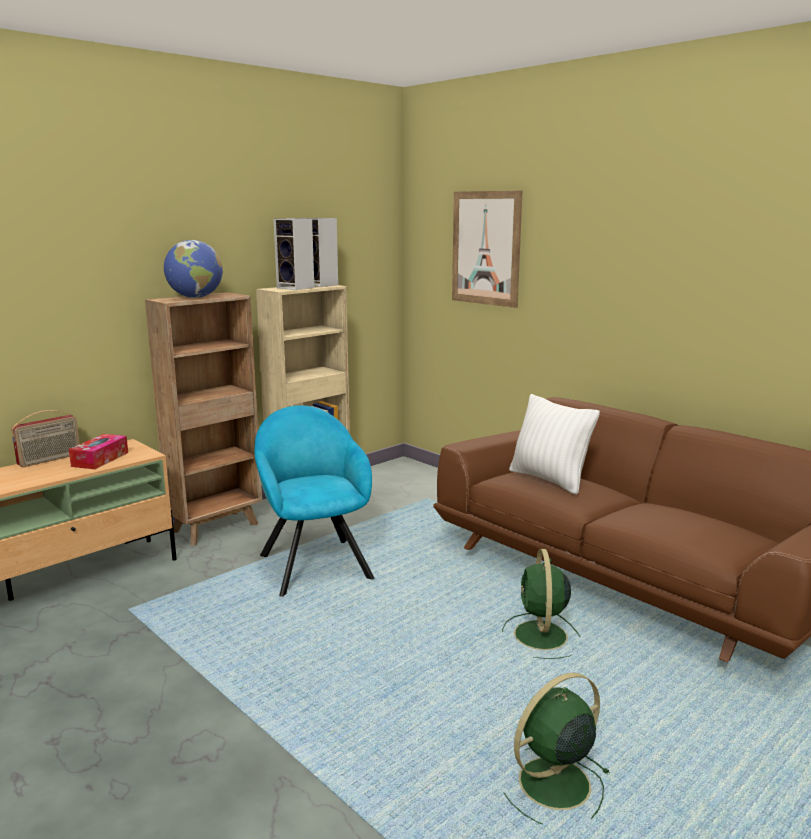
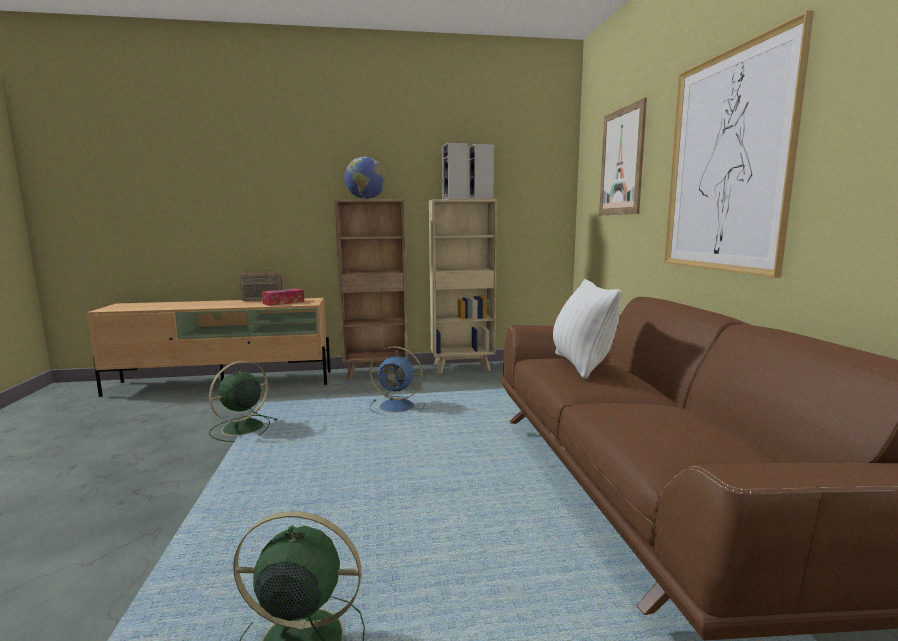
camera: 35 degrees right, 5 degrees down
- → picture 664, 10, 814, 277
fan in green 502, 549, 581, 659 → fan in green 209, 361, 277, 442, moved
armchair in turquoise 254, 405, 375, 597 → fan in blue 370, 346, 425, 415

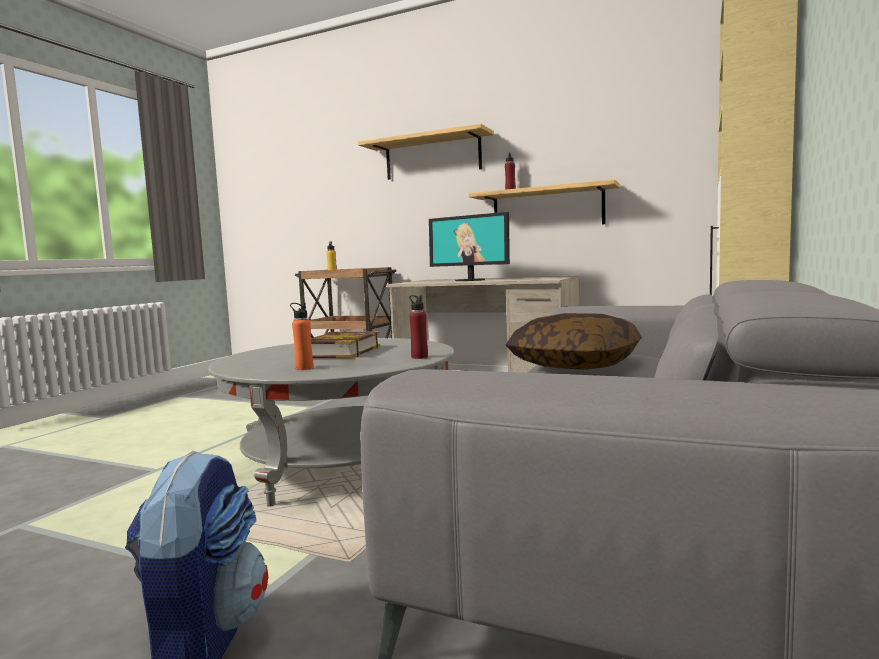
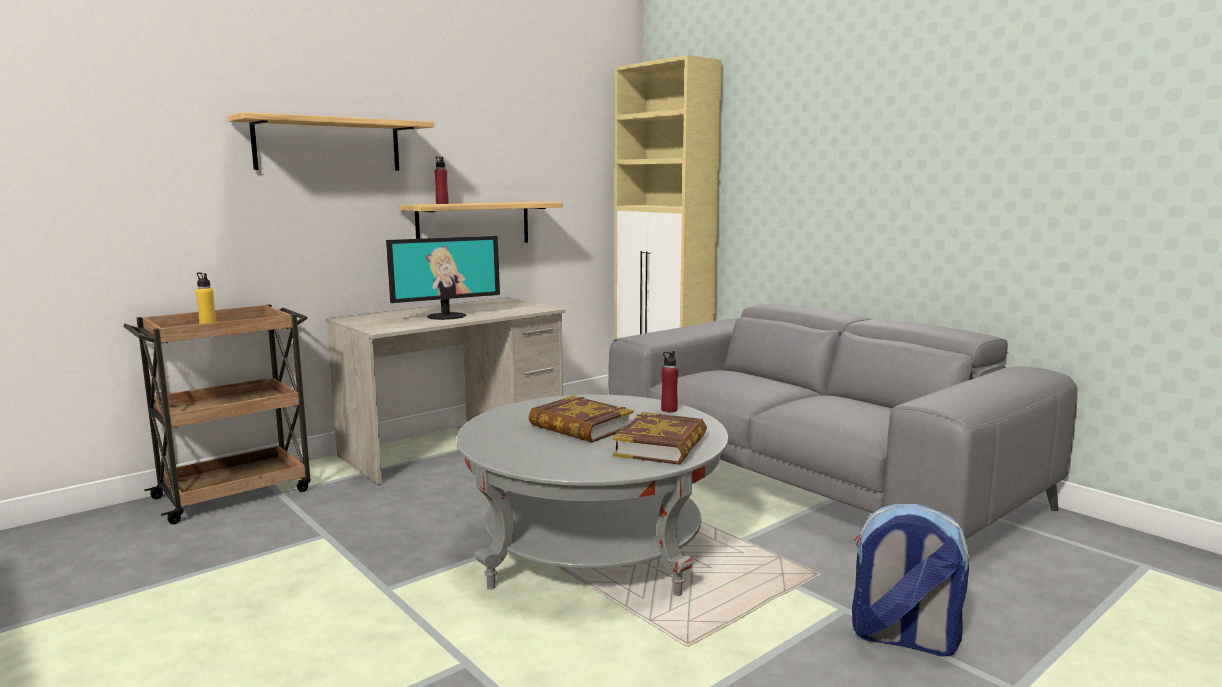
camera: 65 degrees left, 5 degrees up
pillow 506, 313, 642, 370 → -
bottle in orange 290, 302, 313, 370 → book 613, 412, 707, 465

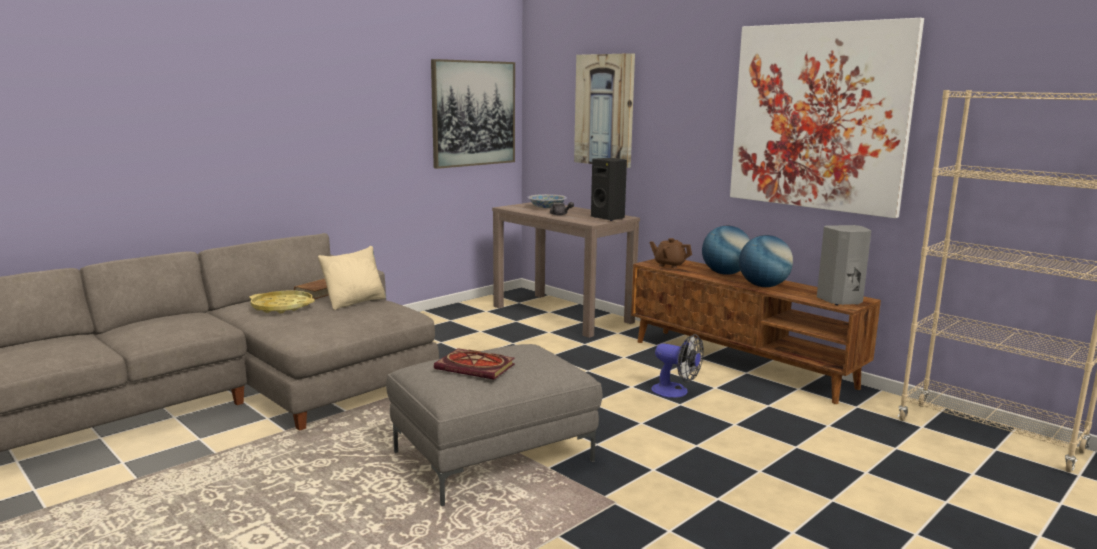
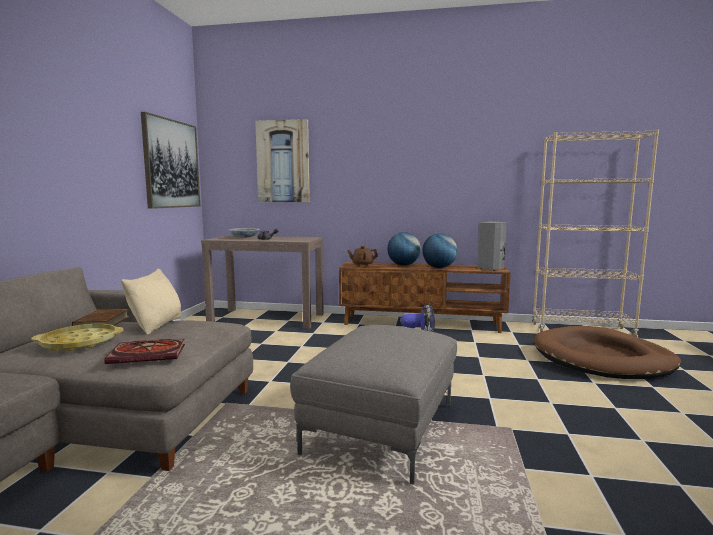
camera: 35 degrees left, 5 degrees down
speaker in black 591, 158, 627, 221 → -
picture 730, 18, 924, 218 → -
- → dog bed in brown 534, 326, 681, 379
book 434, 348, 515, 379 → book 104, 339, 185, 364, moved

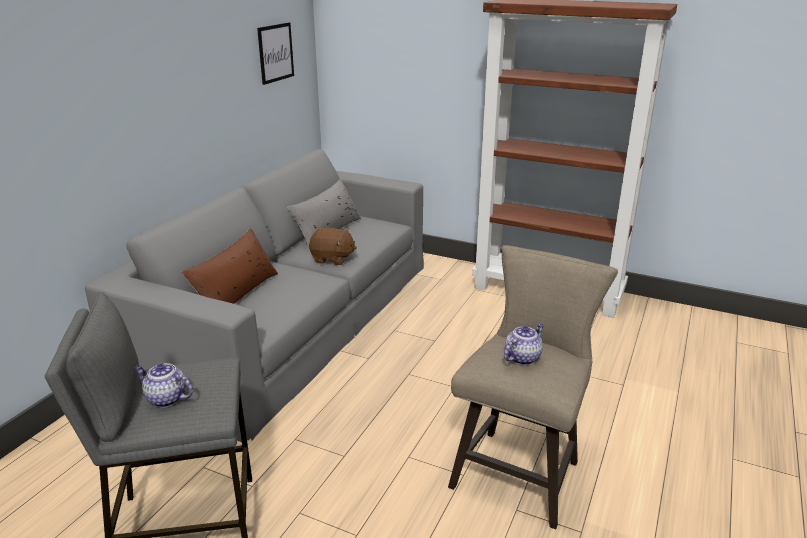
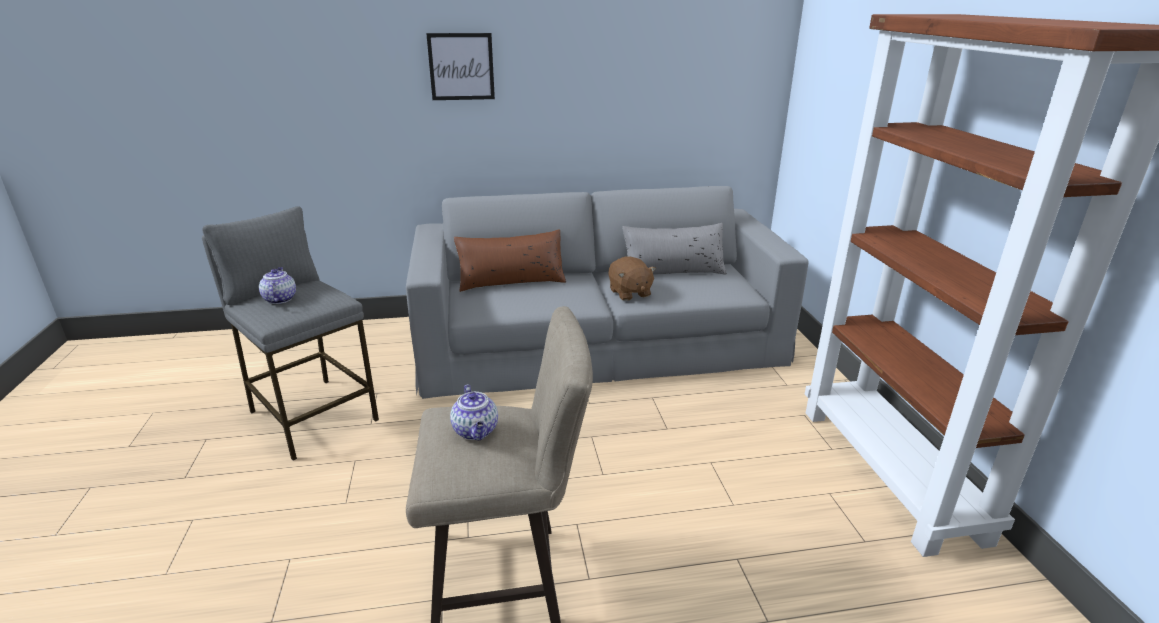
camera: 55 degrees right, 0 degrees up
picture 257, 22, 294, 85 → picture 426, 33, 495, 100, moved
teapot 504, 324, 544, 365 → teapot 450, 384, 498, 440, 60 degrees clockwise

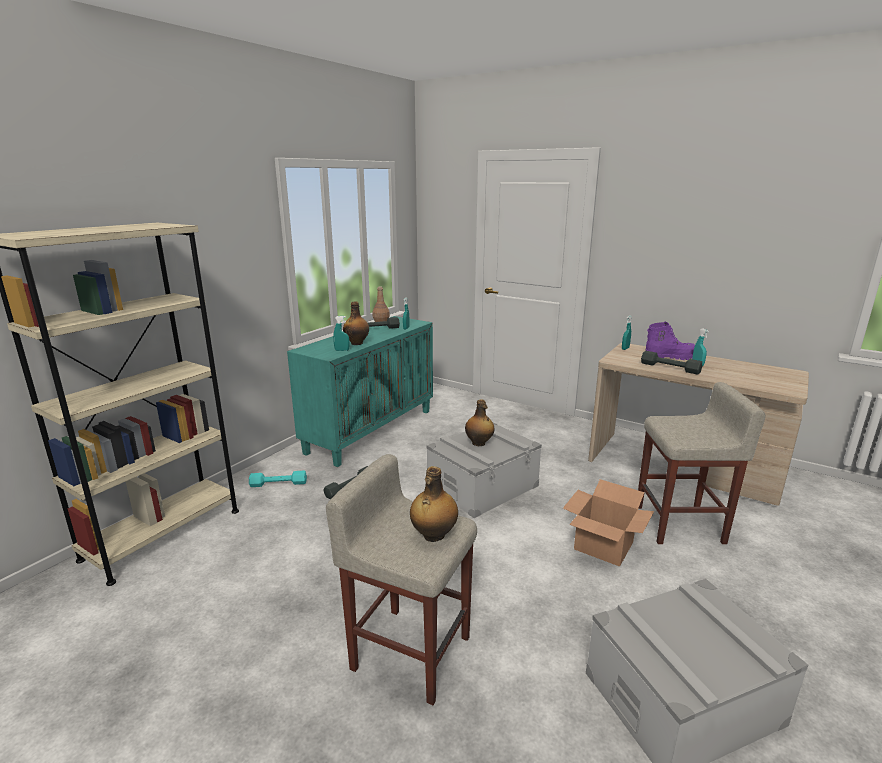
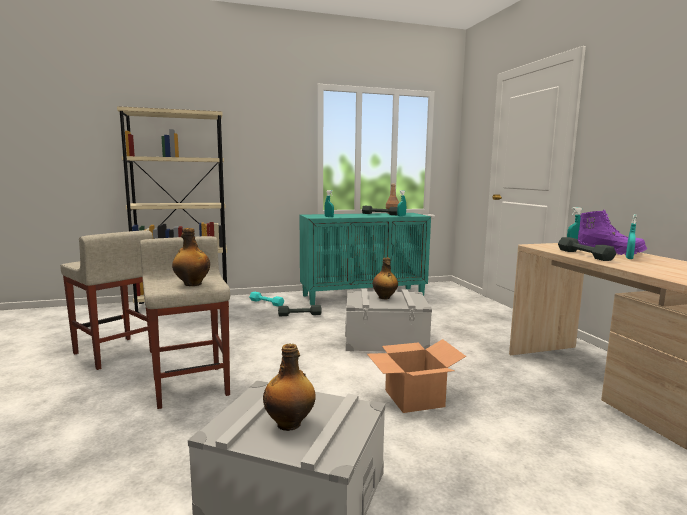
camera: 40 degrees right, 10 degrees down
bottle 343, 302, 369, 345 → bottle 263, 344, 316, 431, moved
stool in beige 638, 382, 766, 544 → stool in beige 60, 230, 153, 370, moved

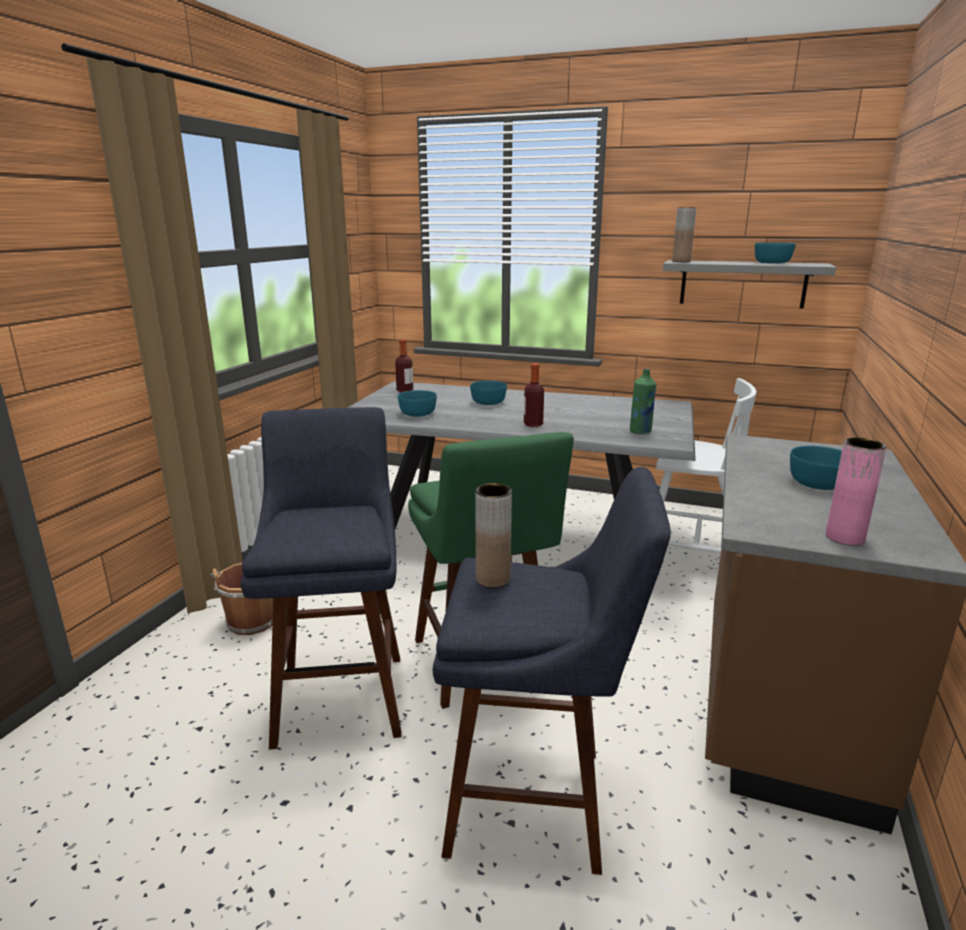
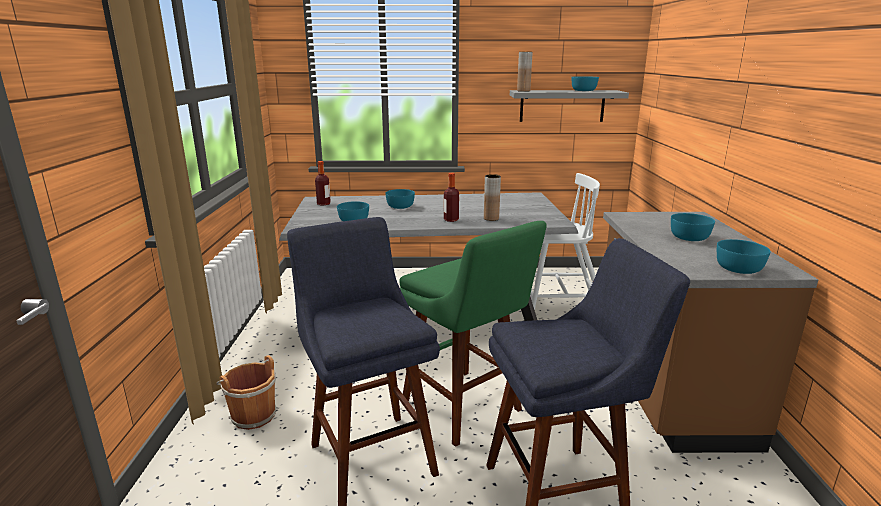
camera: 20 degrees left, 0 degrees up
bottle in green 630, 369, 656, 434 → -
vase in brown 475, 483, 512, 588 → vase in brown 484, 174, 501, 221, moved
vase in pink 826, 437, 887, 545 → bowl in turquoise 717, 239, 771, 274

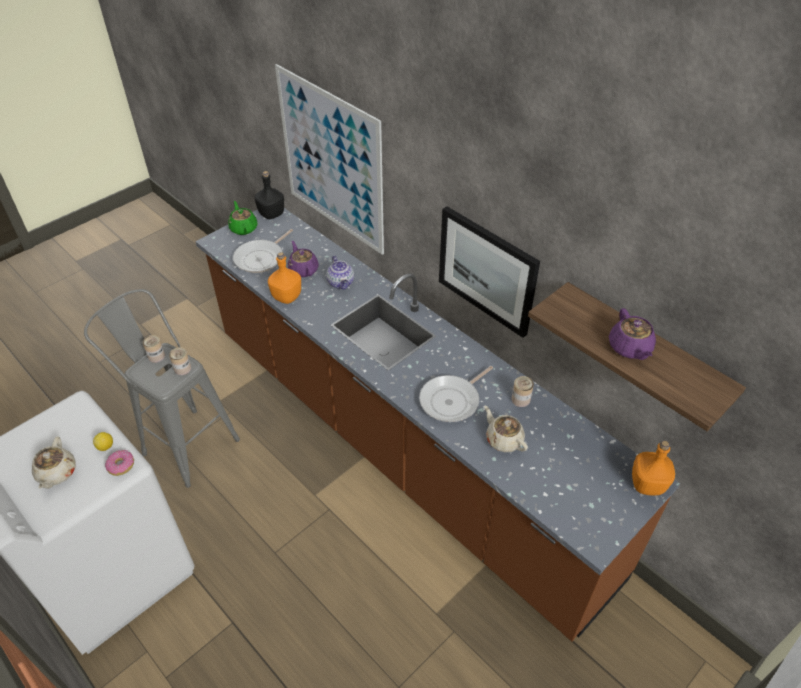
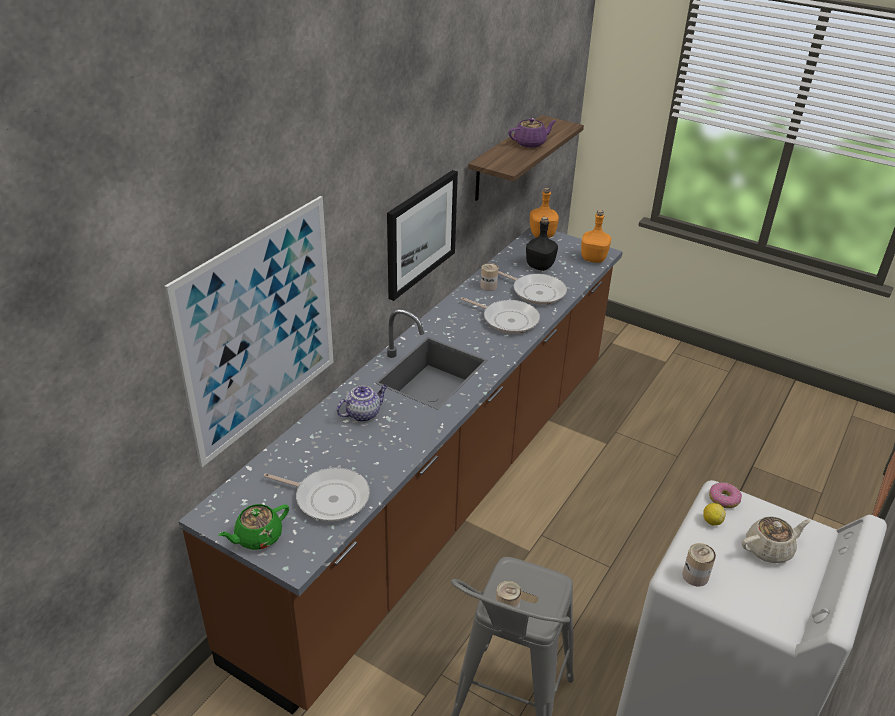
camera: 105 degrees left, 10 degrees down
teapot in purple 288, 241, 319, 277 → -
can 169, 347, 191, 375 → can 682, 543, 716, 587, moved
bottle in black 254, 171, 284, 219 → bottle in black 526, 217, 558, 271, moved
bottle in orange 268, 252, 301, 304 → bottle in orange 581, 210, 611, 263, moved
teapot in beige 484, 406, 528, 452 → frying pan 498, 271, 567, 305

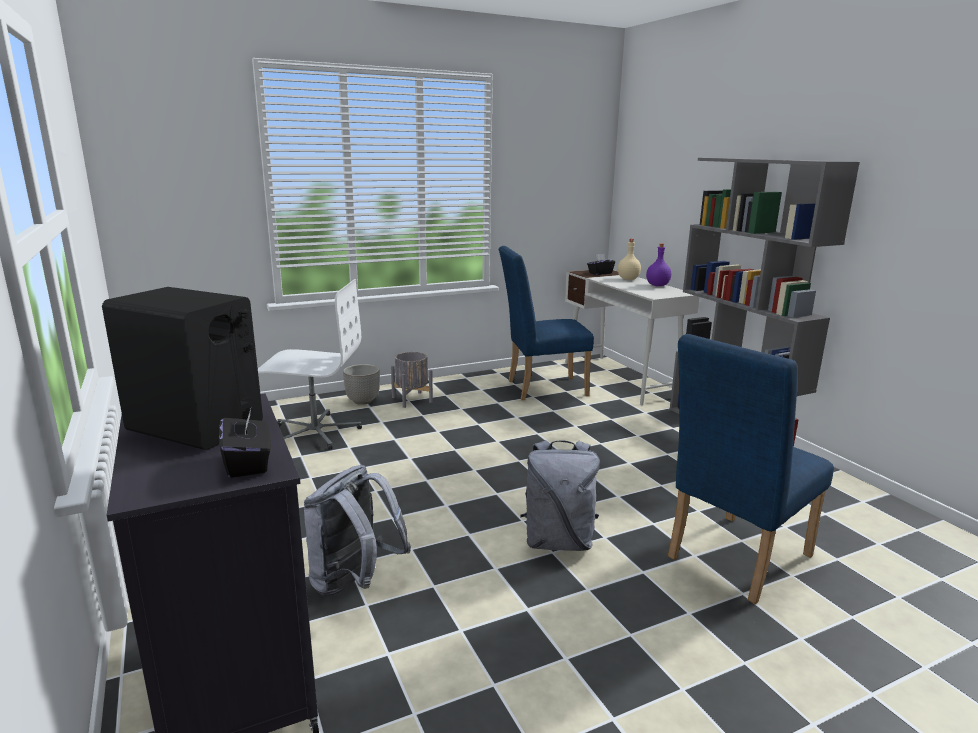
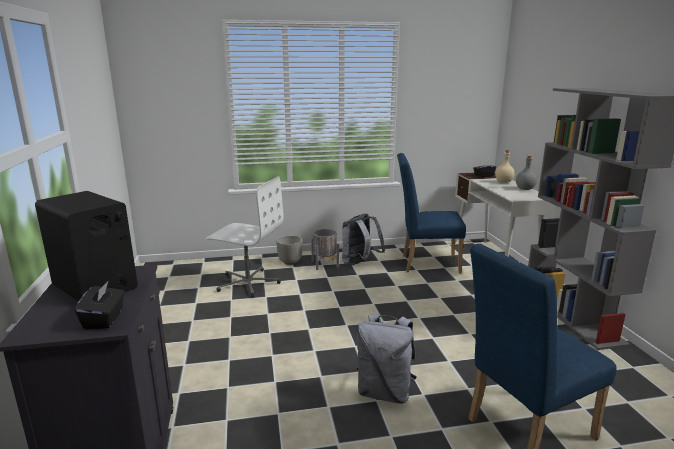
camera: 15 degrees right, 0 degrees up
backpack in grey 304, 465, 411, 596 → backpack in grey 342, 214, 385, 266, moved
bottle in purple 646, 244, 672, 286 → bottle in grey 516, 155, 537, 190

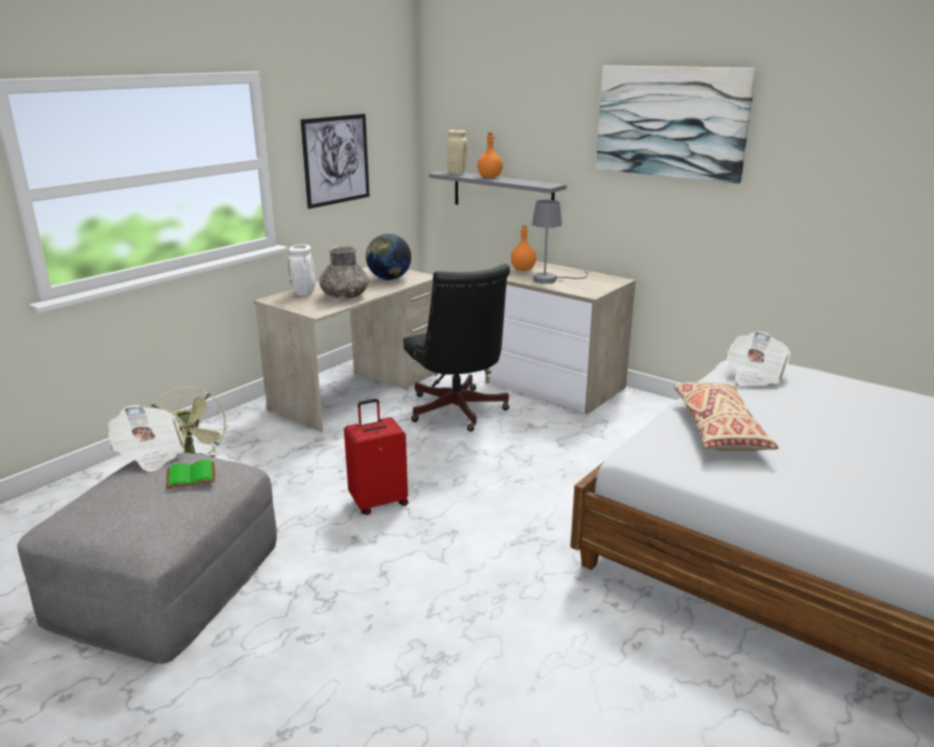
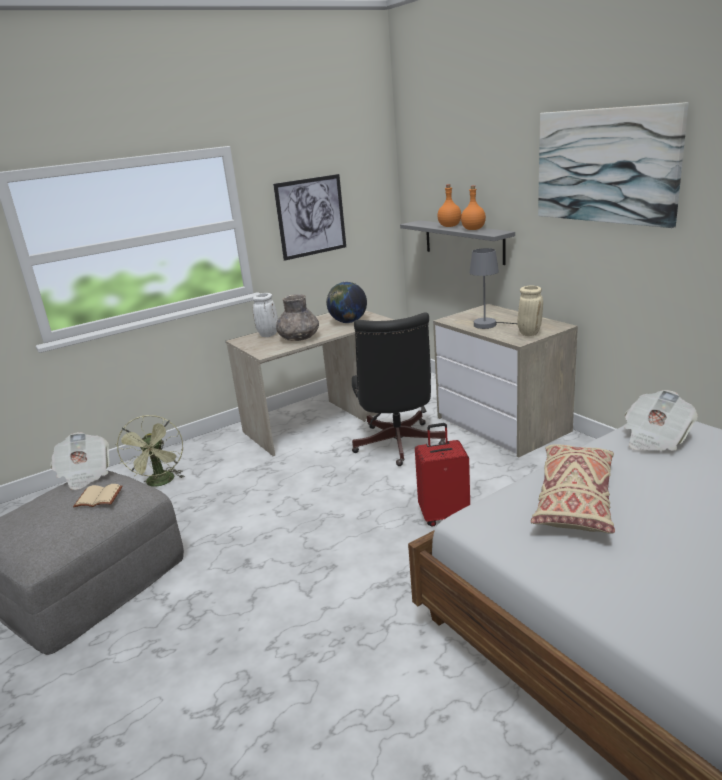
camera: 20 degrees right, 0 degrees up
suitcase in red 344, 399, 408, 515 → suitcase in red 415, 423, 470, 527, moved
vase in beige 446, 129, 468, 174 → vase in beige 518, 285, 543, 336, moved
bottle in orange 511, 225, 536, 271 → bottle in orange 461, 185, 486, 230, moved
book in green 166, 460, 215, 489 → book in beige 73, 484, 123, 507

